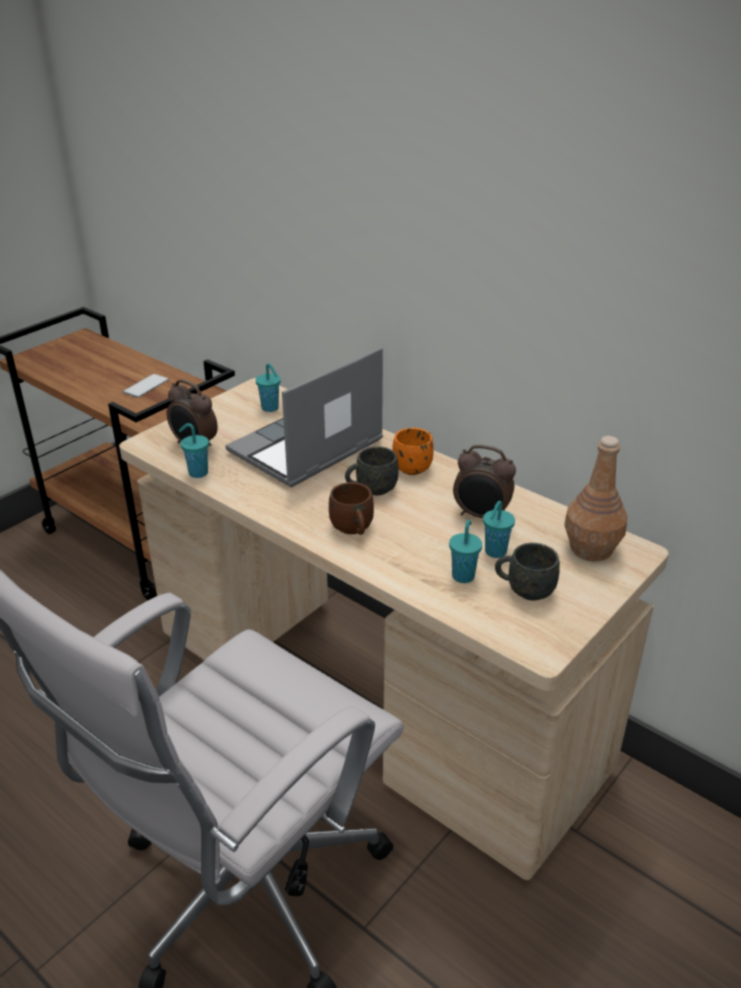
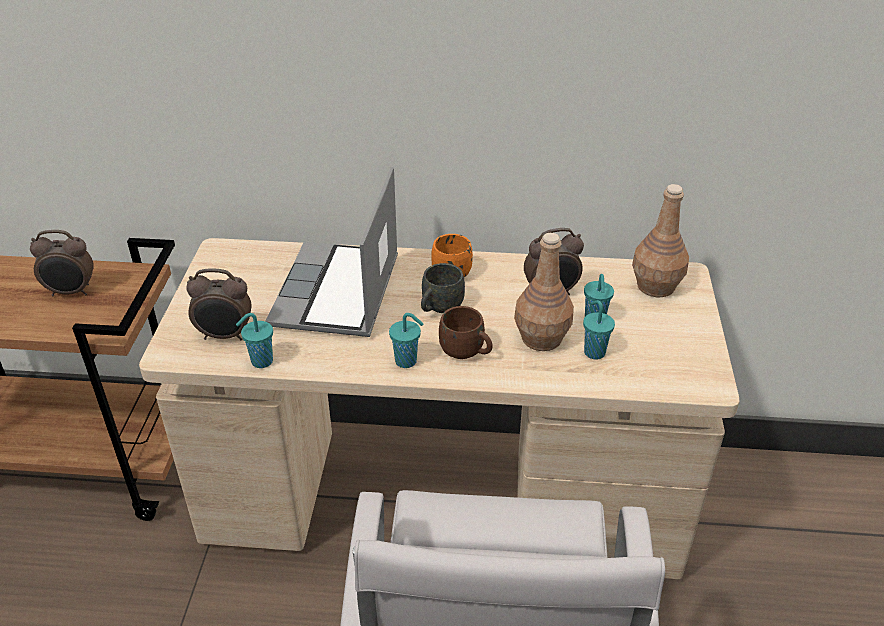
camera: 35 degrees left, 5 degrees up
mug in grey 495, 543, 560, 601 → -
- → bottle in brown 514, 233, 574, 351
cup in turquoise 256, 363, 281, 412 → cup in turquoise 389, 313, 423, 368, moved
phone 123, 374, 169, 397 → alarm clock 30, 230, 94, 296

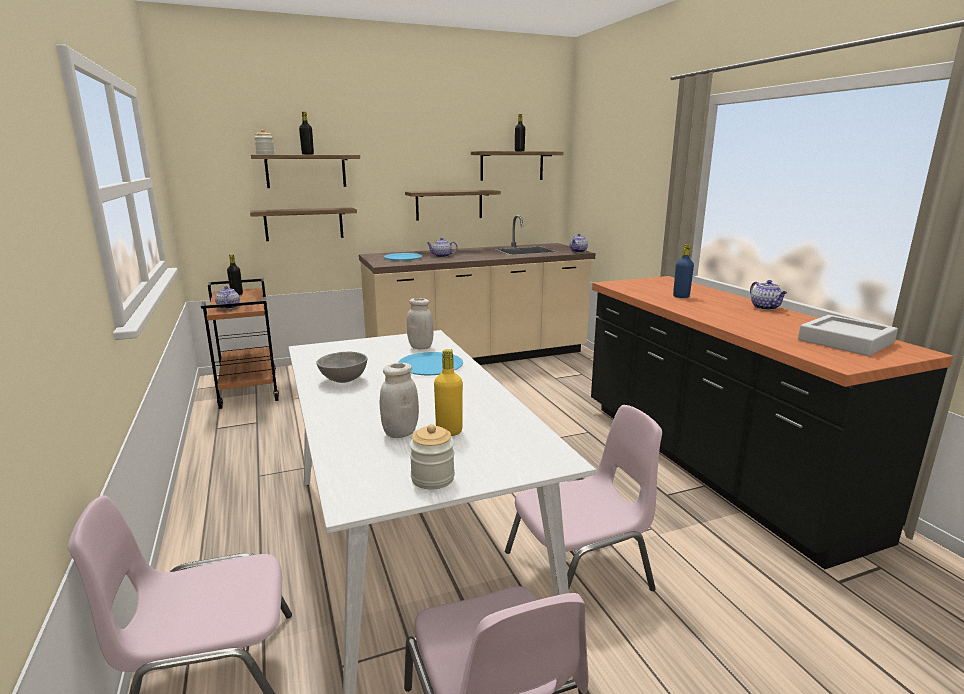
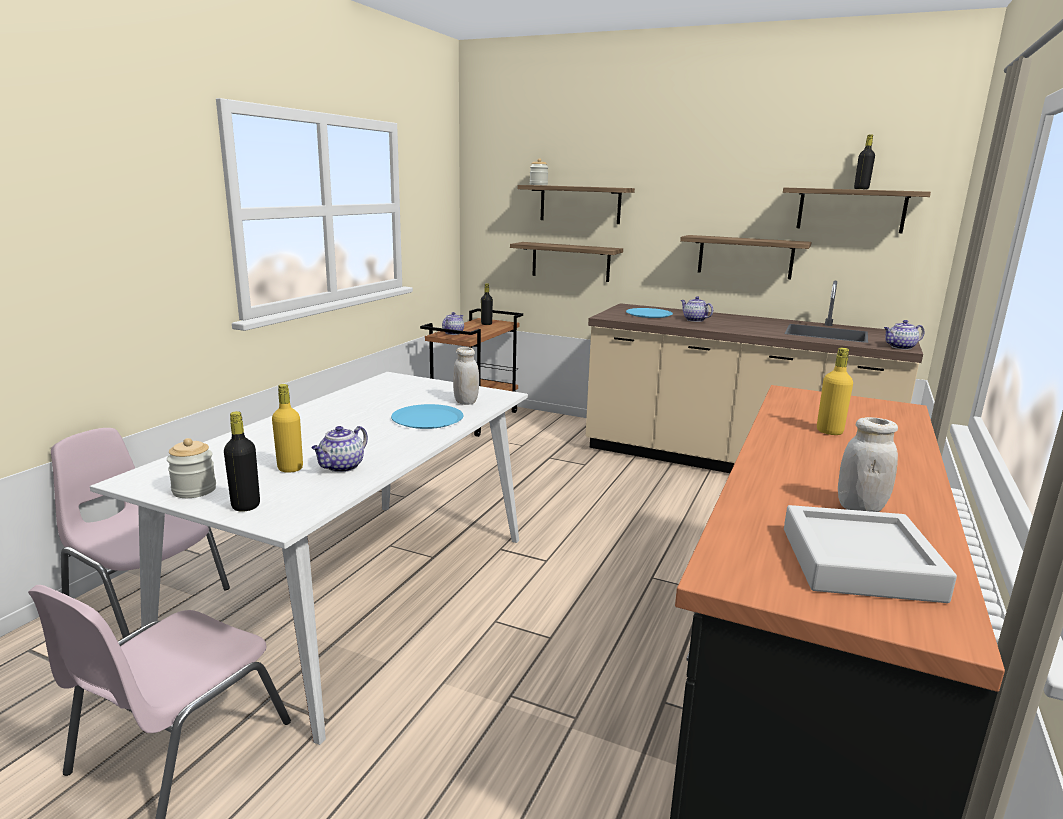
camera: 45 degrees right, 0 degrees up
bowl in grey 316, 352, 368, 383 → -
chair in pink 505, 405, 662, 591 → -
bottle in black 299, 112, 314, 155 → bottle in black 224, 411, 260, 512, moved
jar in white 379, 363, 419, 438 → jar in white 838, 417, 898, 512, moved
teapot 750, 280, 787, 310 → teapot 311, 426, 368, 472, moved
bottle in blue 673, 244, 694, 298 → bottle in yellow 817, 348, 853, 435

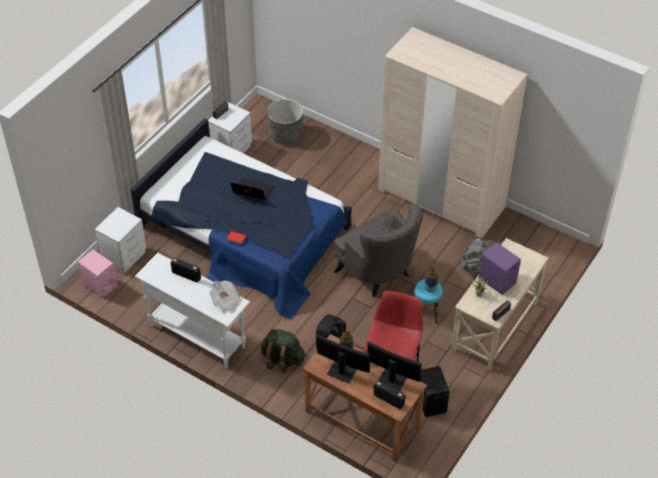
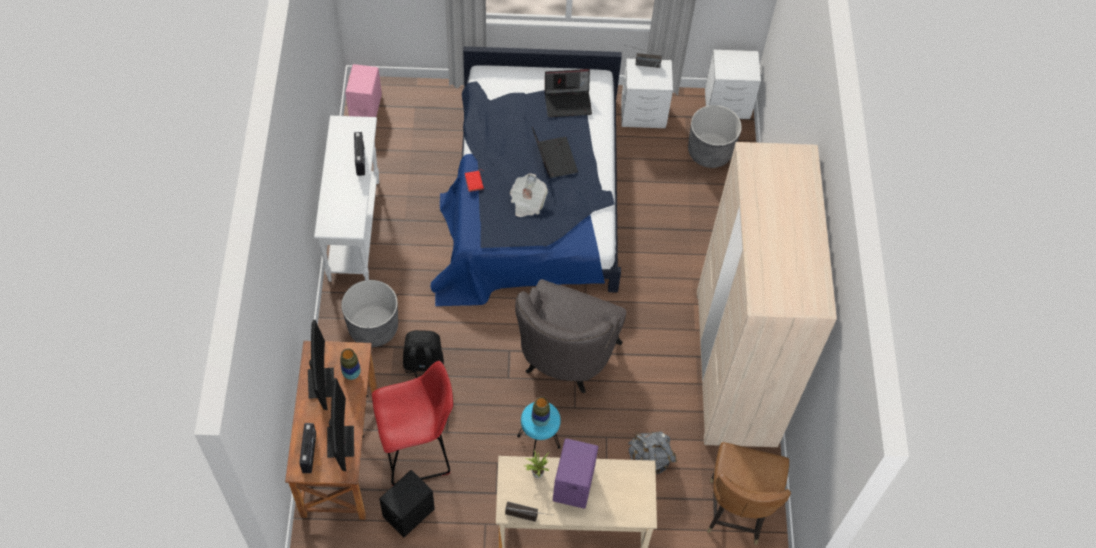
camera: 55 degrees right, 10 degrees up
- → laptop 545, 69, 592, 117
- → chair in brown 707, 442, 791, 545
nightstand in white 95, 207, 146, 274 → nightstand in white 705, 50, 761, 119, moved
newspaper 209, 280, 242, 314 → newspaper 510, 173, 548, 217, moved
backpack in green 261, 329, 305, 373 → planter in grey 341, 280, 398, 347

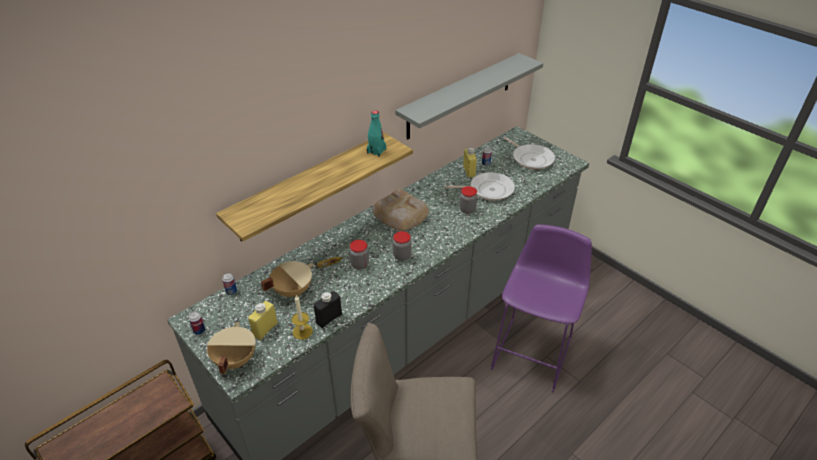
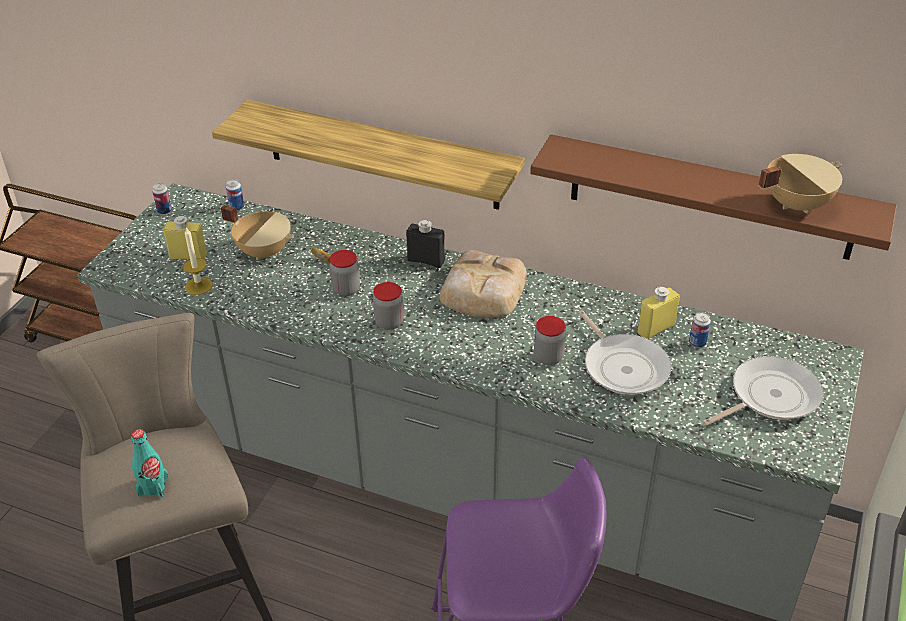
camera: 65 degrees right, 0 degrees up
cooking pot in beige 207, 322, 256, 374 → cooking pot in beige 759, 154, 842, 214, moved
bottle in black 314, 291, 342, 328 → bottle in black 406, 220, 445, 268, moved
bottle in turquoise 367, 110, 386, 157 → bottle in turquoise 131, 429, 169, 497, moved
shelf in grey 395, 53, 543, 140 → shelf in brown 530, 134, 897, 260
frying pan 504, 137, 555, 170 → frying pan 703, 356, 823, 425, 150 degrees counterclockwise

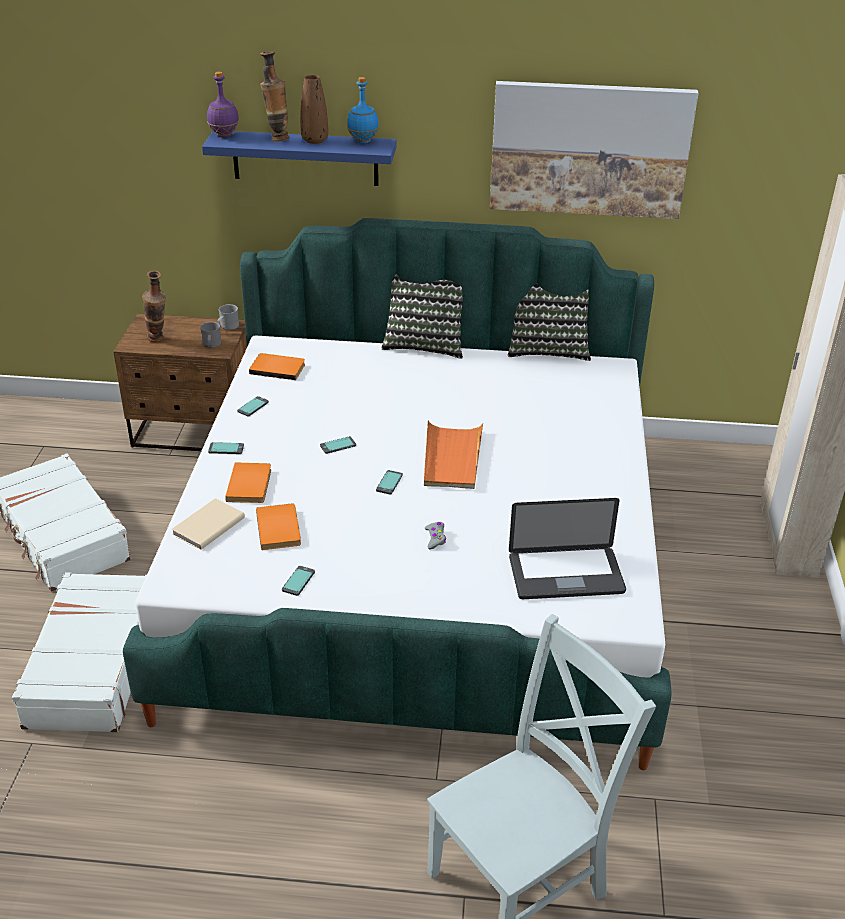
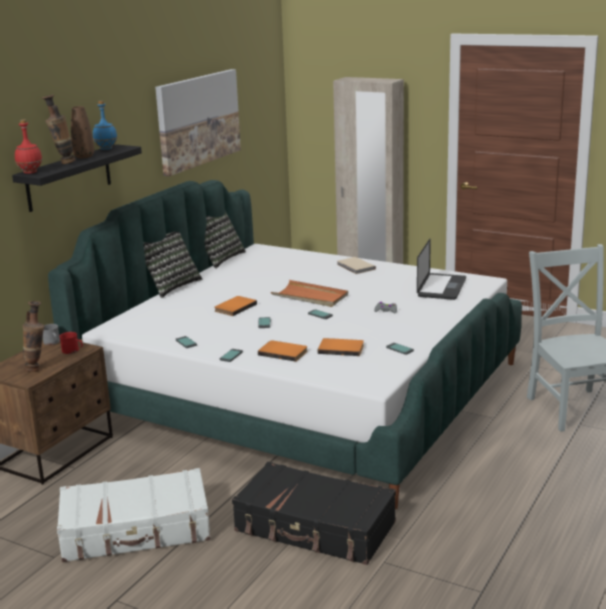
camera: 65 degrees left, 15 degrees down
book in beige 171, 498, 245, 550 → book in beige 337, 257, 376, 274, moved
book in orange 249, 353, 305, 380 → book in orange 214, 296, 257, 316, moved
suitcase in white 12, 572, 147, 732 → suitcase in black 232, 462, 396, 565
mug in grey 200, 322, 221, 348 → mug in red 59, 332, 83, 354
shelf in blue 202, 131, 397, 186 → shelf in black 12, 144, 142, 212
bottle in purple 207, 72, 239, 138 → bottle in red 15, 119, 42, 174

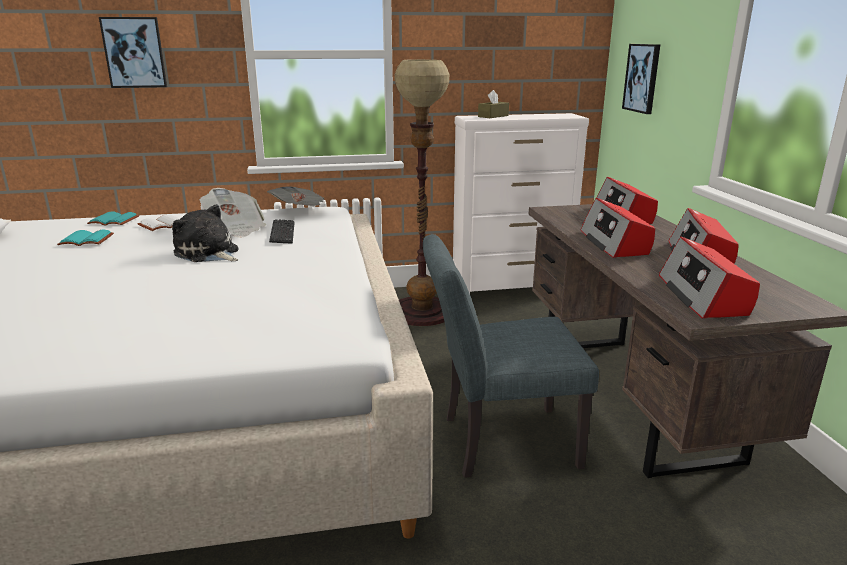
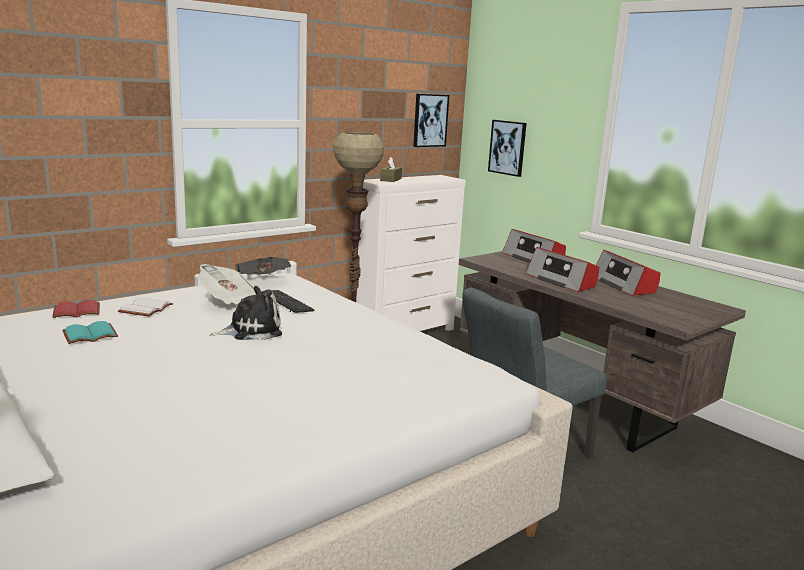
camera: 30 degrees left, 5 degrees down
radio 659, 237, 760, 319 → -
picture 99, 17, 167, 88 → picture 413, 94, 449, 147, moved
book in turquoise 87, 211, 139, 225 → book in red 52, 300, 100, 318
plush toy 172, 204, 238, 262 → plush toy 210, 286, 282, 340, 150 degrees clockwise

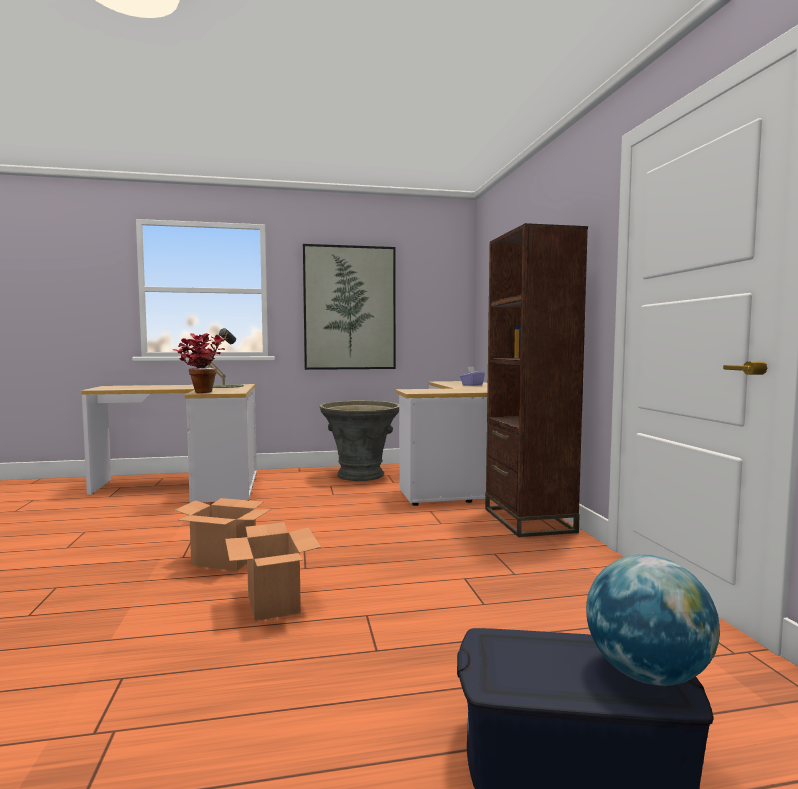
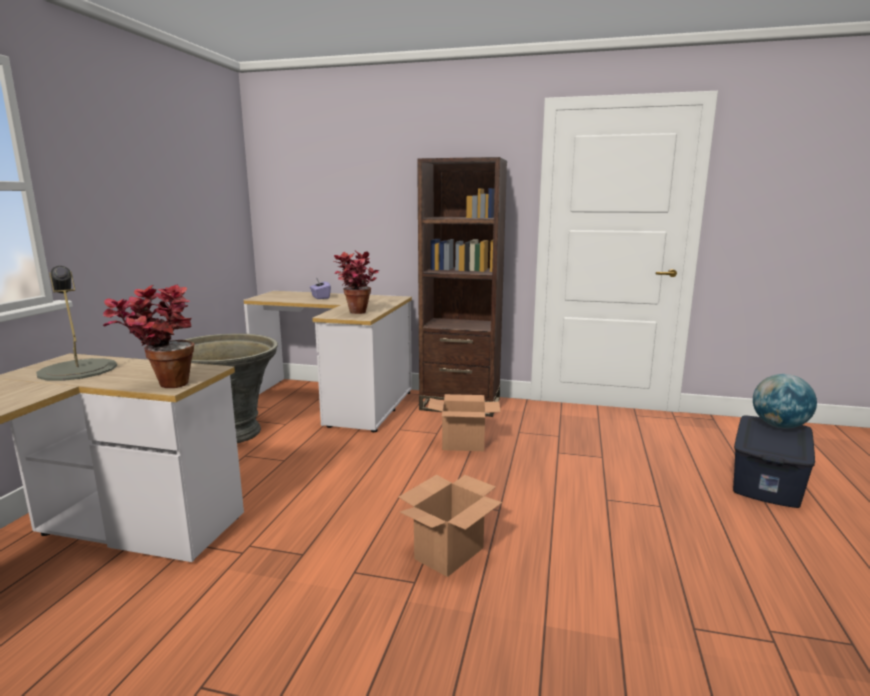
camera: 65 degrees left, 10 degrees up
picture 303, 244, 396, 370 → -
- → potted plant 333, 251, 379, 314
cardboard box 225, 522, 321, 621 → cardboard box 428, 394, 500, 451, moved

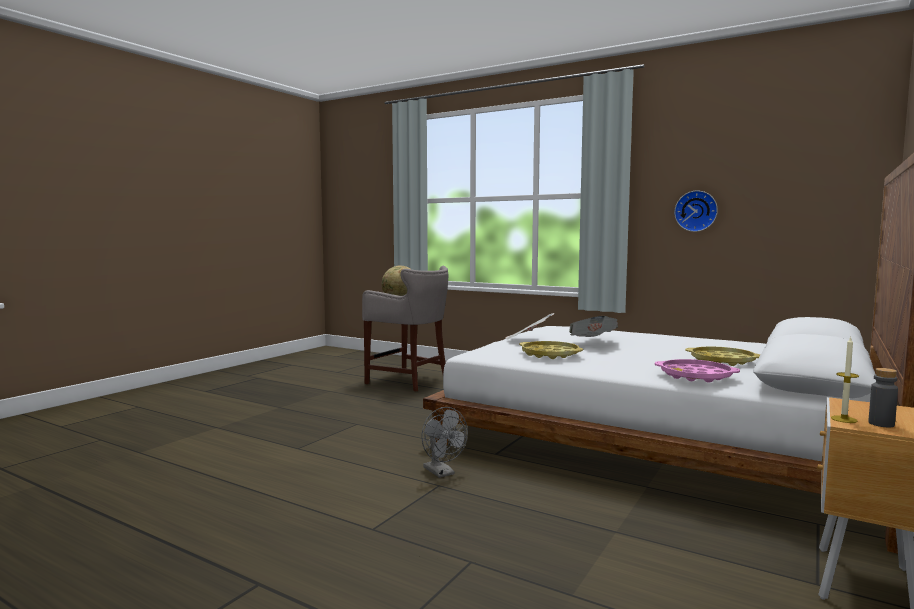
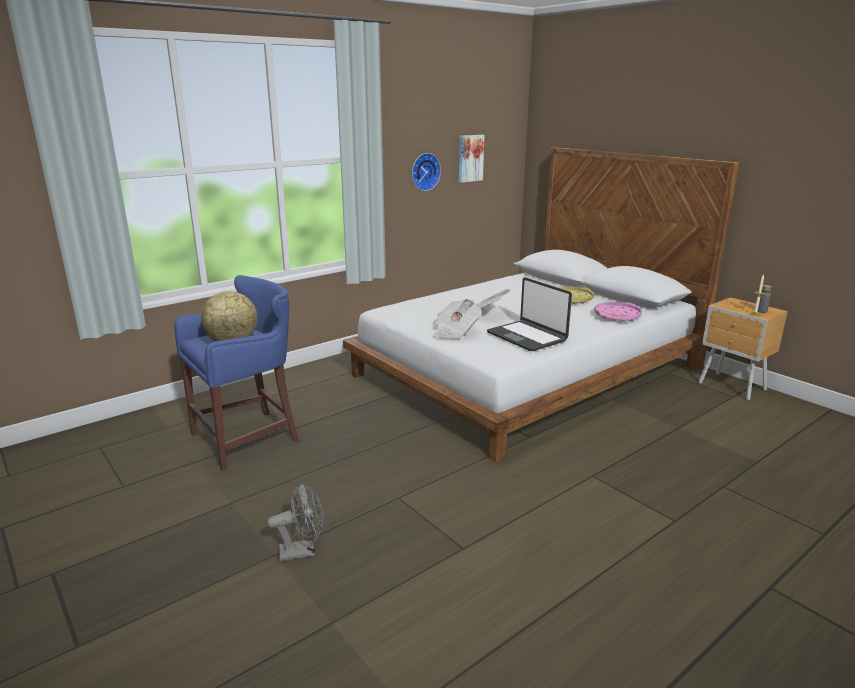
camera: 70 degrees left, 15 degrees up
- → picture 459, 135, 484, 183
fan in grey 421, 407, 468, 478 → fan in grey 267, 483, 323, 561, moved
tray in yellow 519, 341, 583, 359 → laptop 487, 277, 572, 351
stool in grey 362, 266, 448, 392 → stool in blue 174, 275, 299, 471

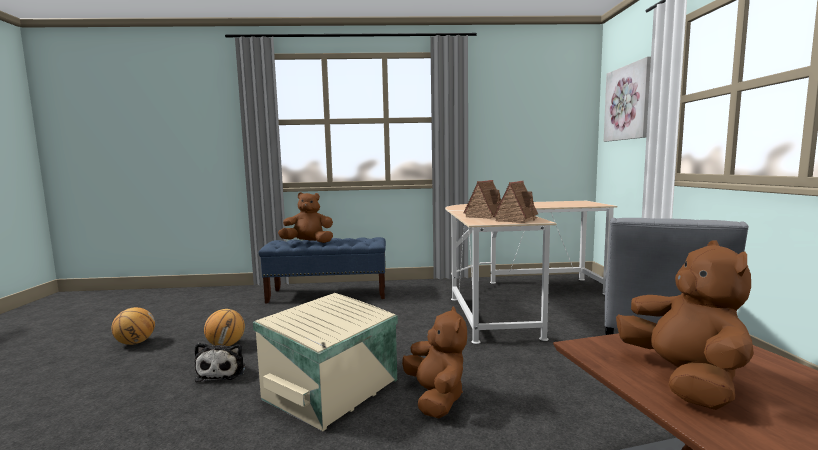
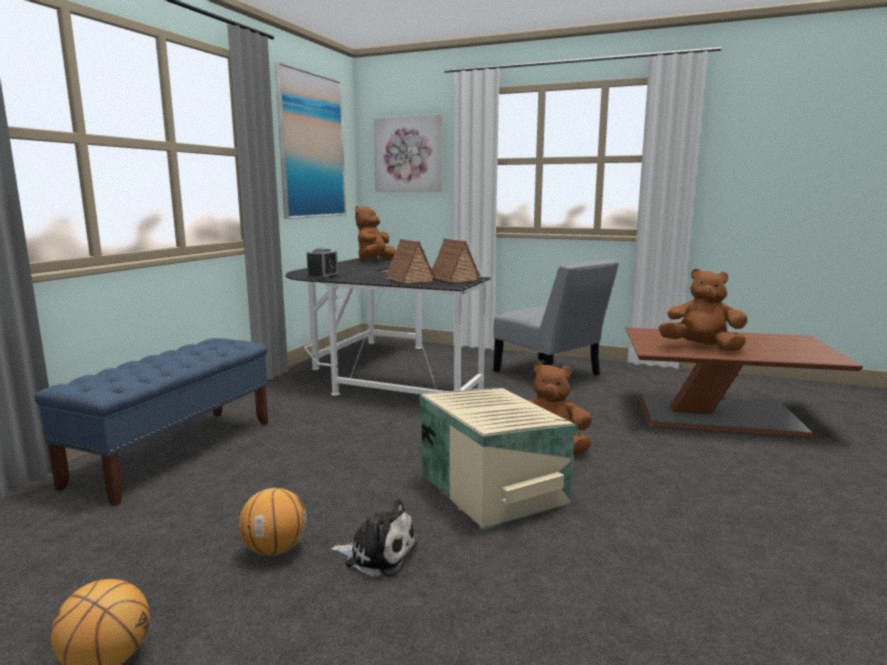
camera: 65 degrees left, 5 degrees up
- → picture 275, 62, 346, 219
- → alarm clock 306, 249, 339, 279
plush toy in brown 278, 192, 333, 243 → plush toy in brown 355, 206, 395, 260, moved
desk in beige 445, 201, 617, 344 → desk in black 285, 257, 491, 396

